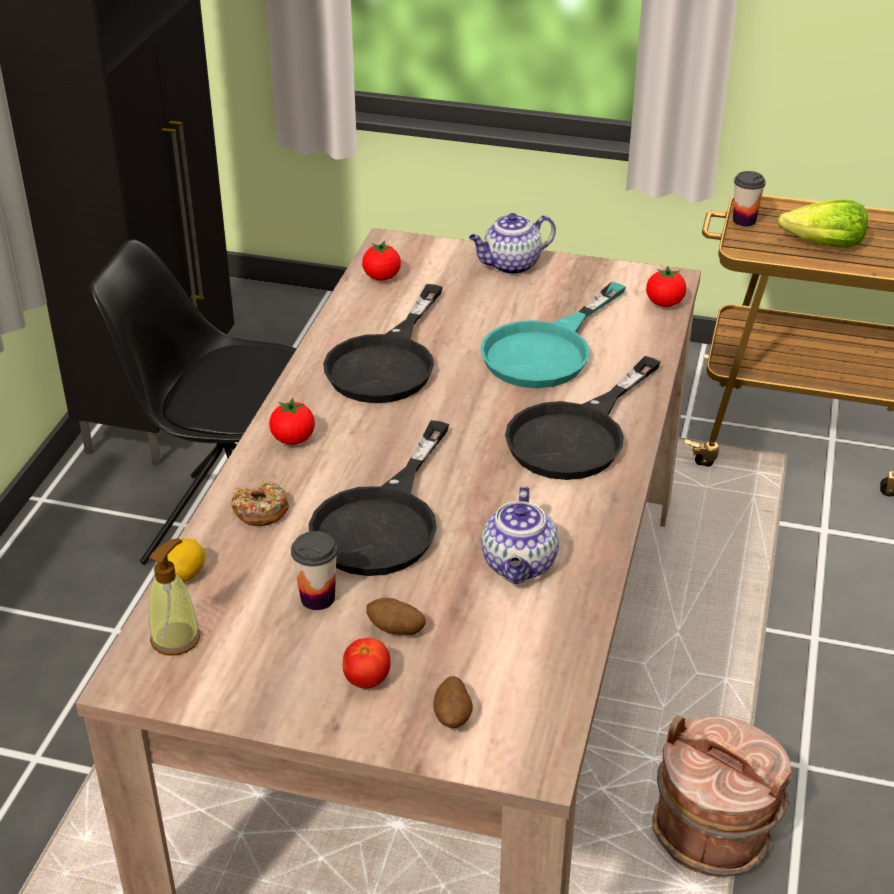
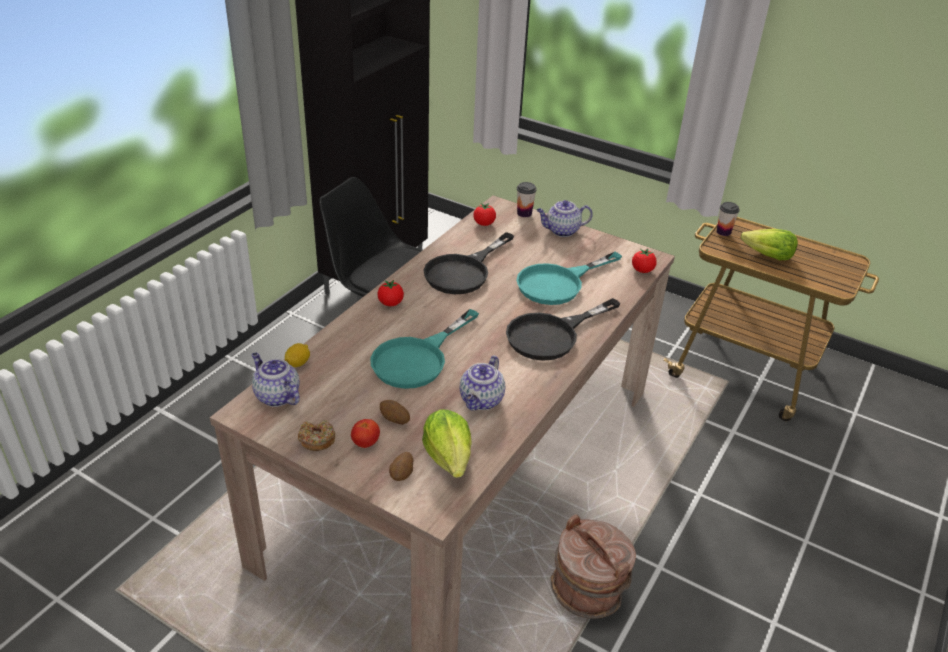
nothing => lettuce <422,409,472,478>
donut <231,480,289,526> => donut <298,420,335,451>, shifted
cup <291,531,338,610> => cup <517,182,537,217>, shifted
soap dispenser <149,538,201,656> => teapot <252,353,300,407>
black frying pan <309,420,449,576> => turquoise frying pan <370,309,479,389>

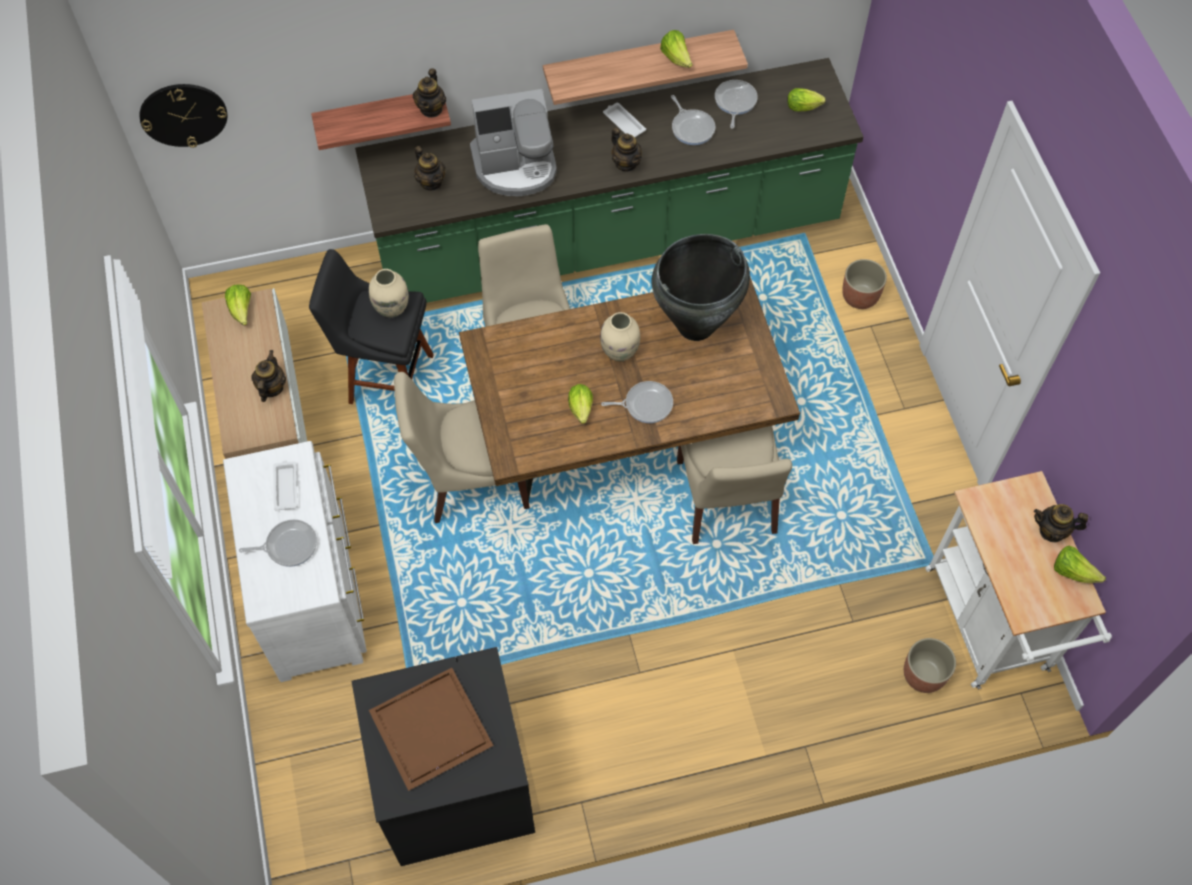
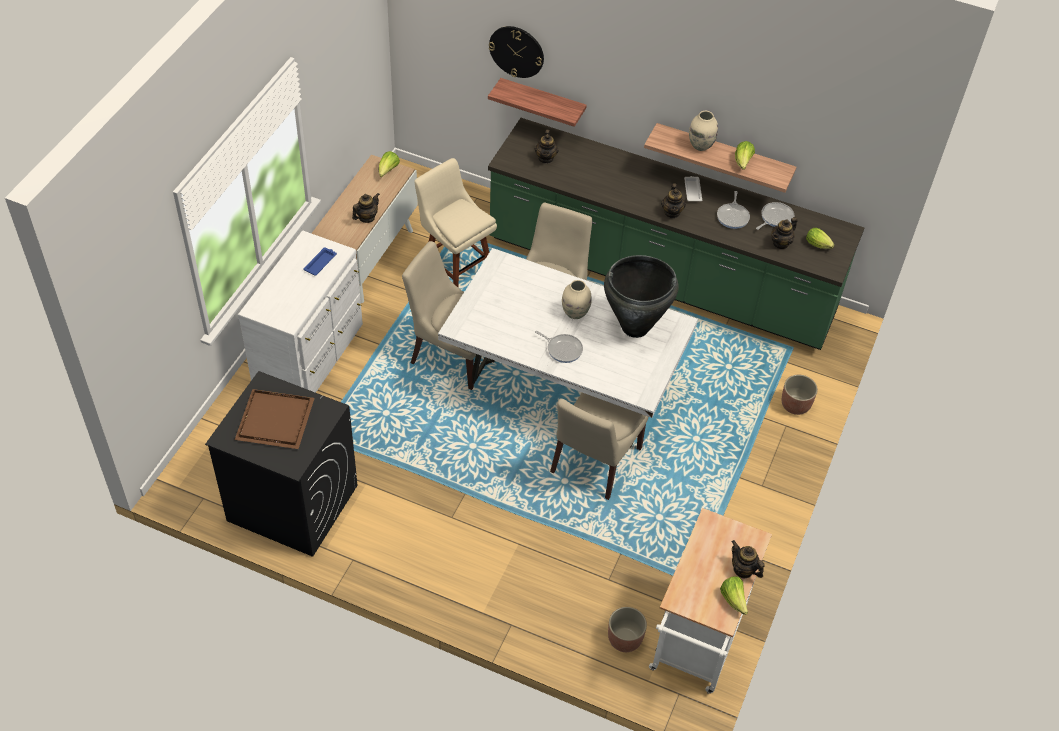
frying pan <239,520,317,567> => nothing
coffee machine <470,89,557,196> => nothing
lettuce <568,384,593,424> => nothing
wall clock <139,84,227,148> => wall clock <489,26,544,78>, shifted
beige vase <369,269,409,318> => beige vase <689,111,718,151>, shifted
teapot <413,68,446,118> => teapot <771,217,797,250>, shifted
white tray <273,461,297,510> => blue tray <303,247,337,276>
black stool <309,249,434,404> => beige stool <414,158,497,287>
brown dining table <459,277,800,507> => white dining table <438,248,698,447>

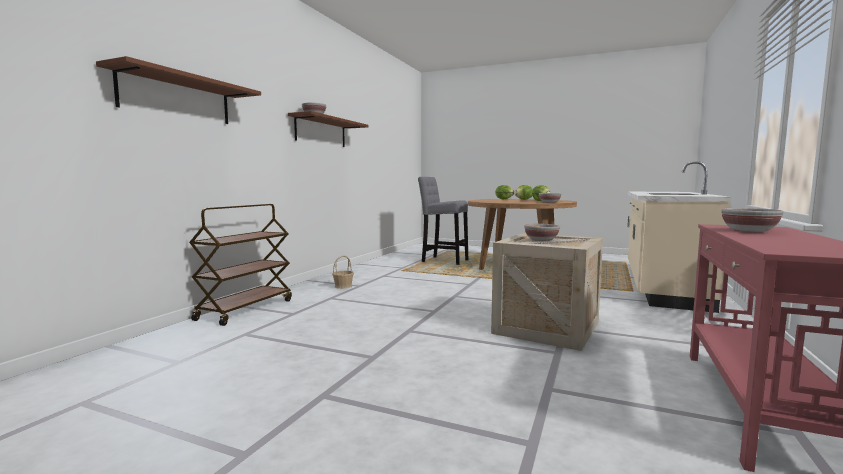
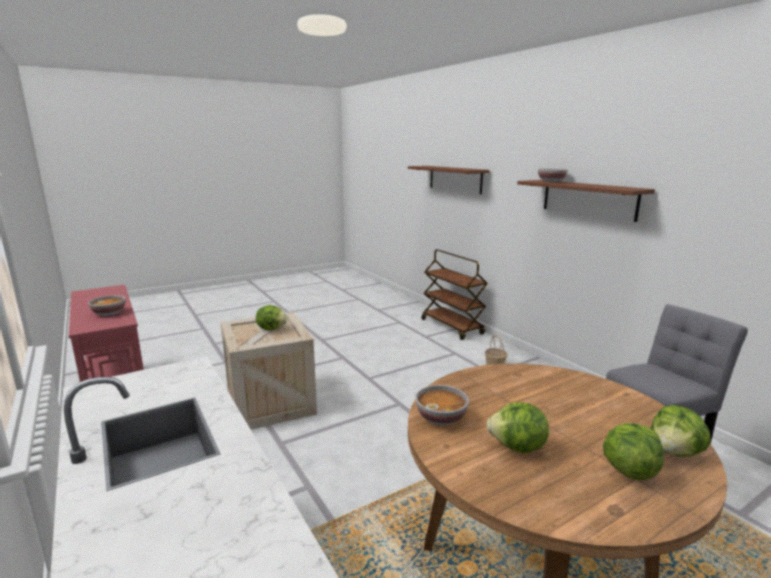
bowl <524,224,560,241> => lettuce <256,305,288,330>

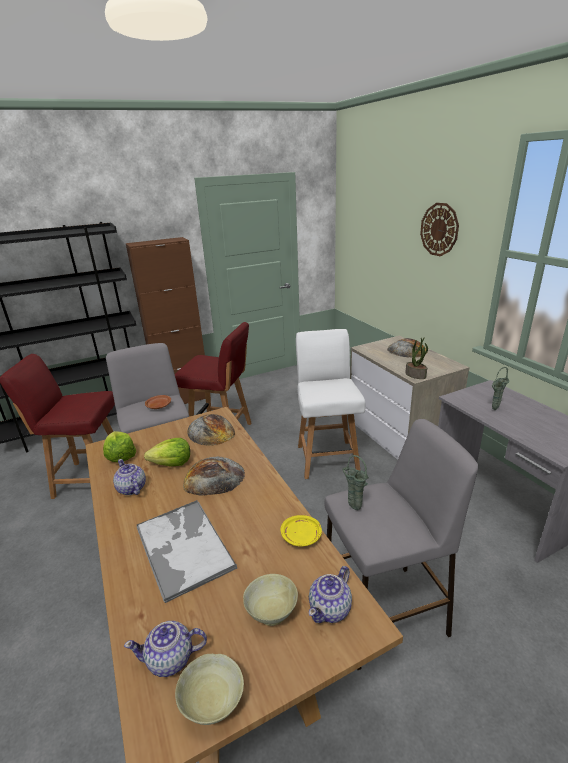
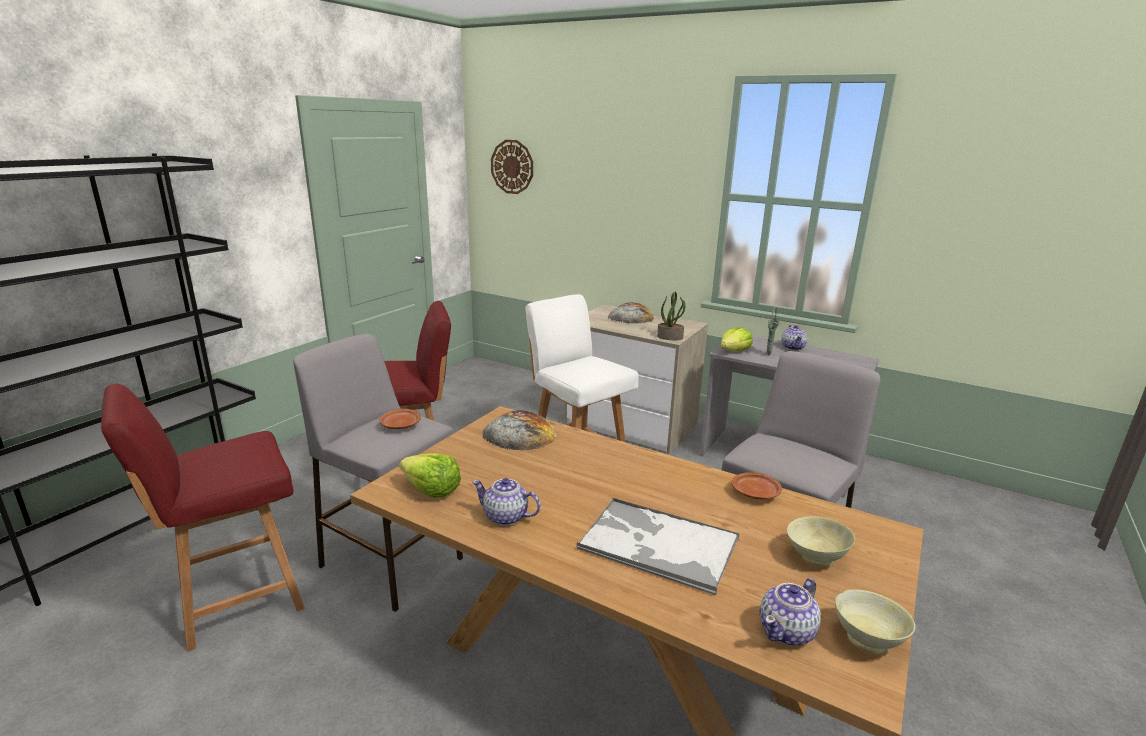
brown cabinet <126,237,206,404> => nothing
bread <183,457,245,496> => nothing
green vase <342,455,369,510> => nothing
lettuce <144,438,190,467> => lettuce <720,327,753,351>, shifted
teapot <309,566,352,623> => teapot <781,325,807,351>, shifted
wall clock <420,203,459,256> => wall clock <491,140,533,194>, shifted
yellow plate <281,515,322,547> => brown plate <732,472,782,499>

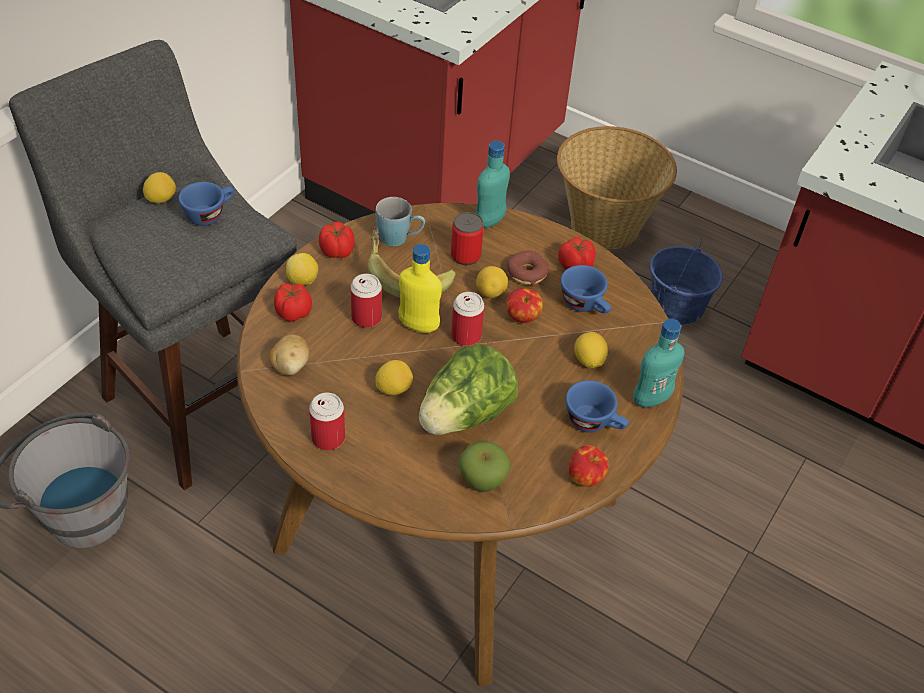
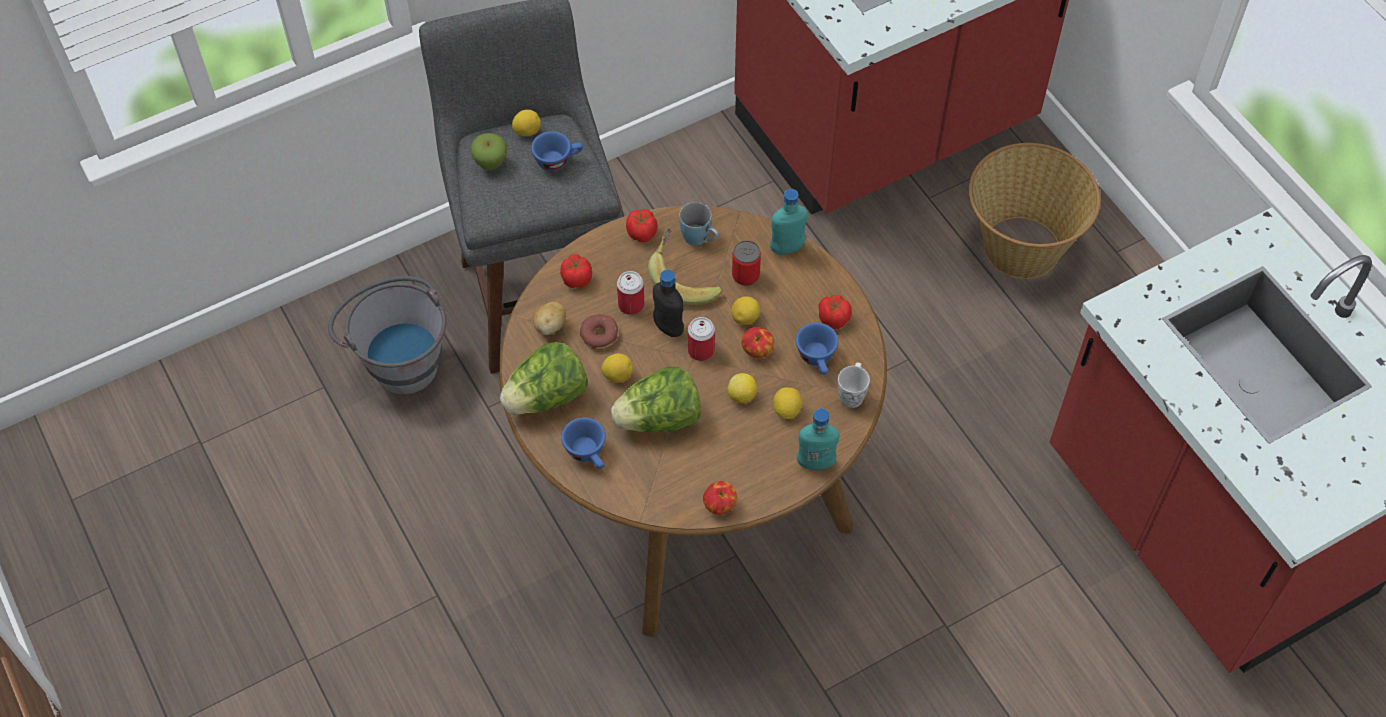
blue bucket <650,238,723,324> => nothing
nothing => white mug <838,362,870,408>
lemon <286,253,318,285> => lemon <727,373,757,404>, shifted
apple <458,441,511,492> => apple <470,133,507,170>, shifted
donut <507,250,549,285> => donut <580,314,618,349>, shifted
blue cup <566,380,629,432> => blue cup <561,417,606,469>, shifted
can <309,393,345,450> => lettuce <500,342,588,415>
yellow bottle <399,244,442,333> => black bottle <653,270,684,337>

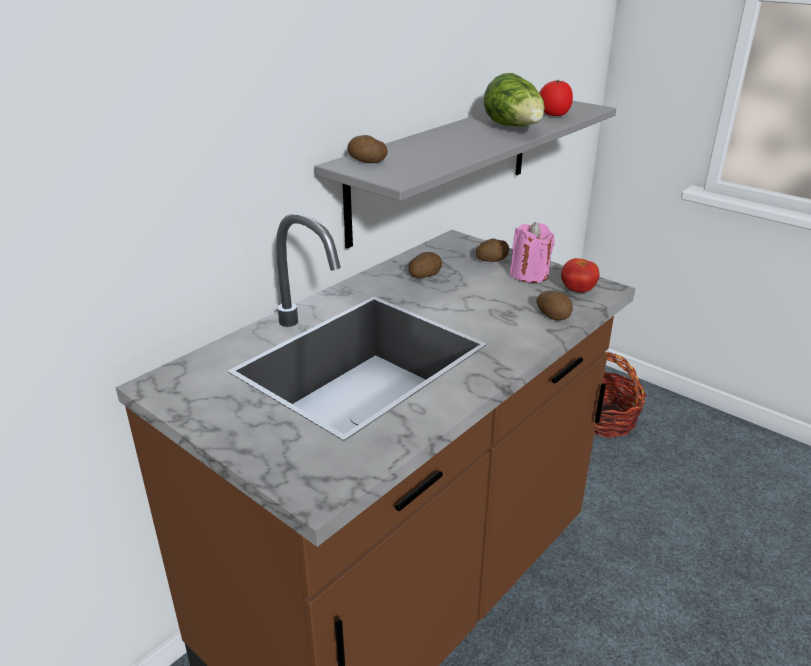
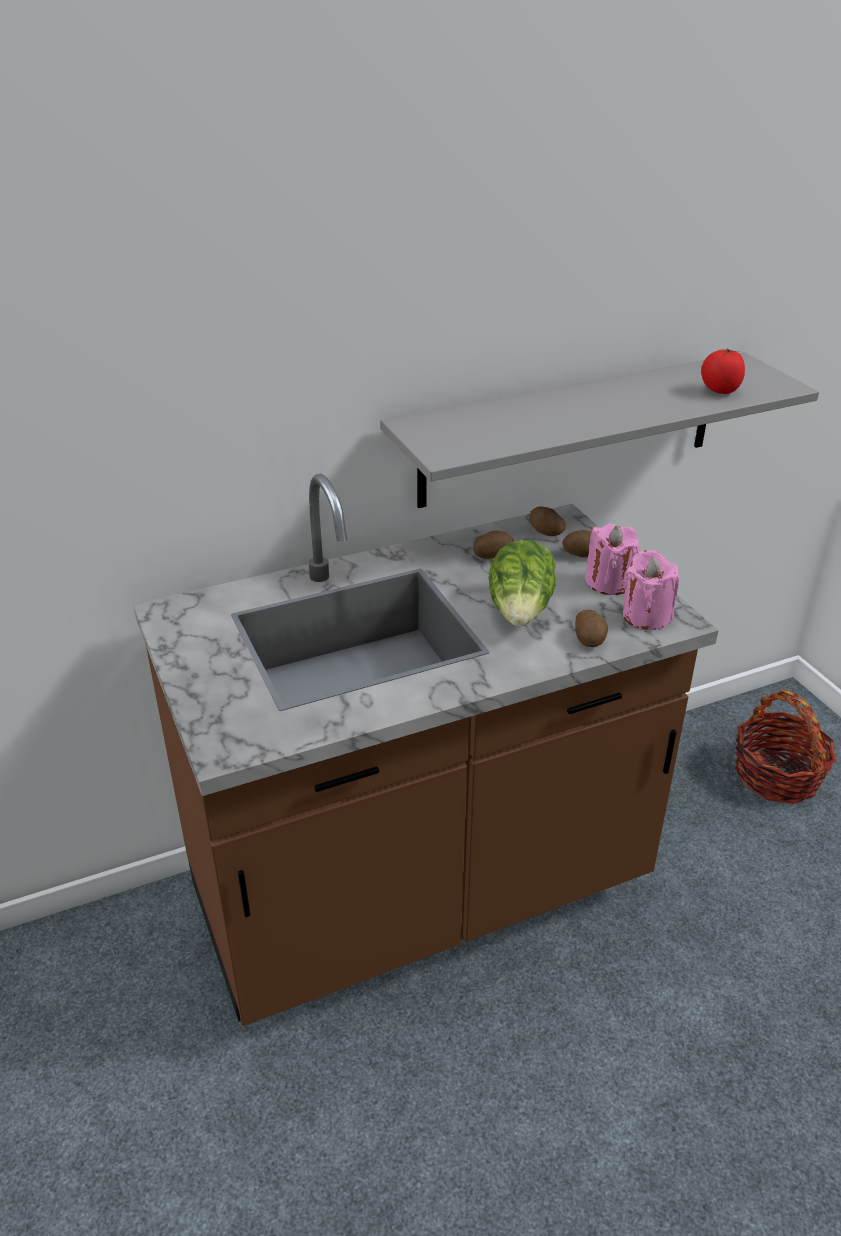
potato <347,135,388,163> => potato <529,506,566,536>, shifted
lettuce <483,73,545,127> => lettuce <489,540,556,627>, shifted
tomato <561,258,599,293> => pink candle <623,550,679,630>

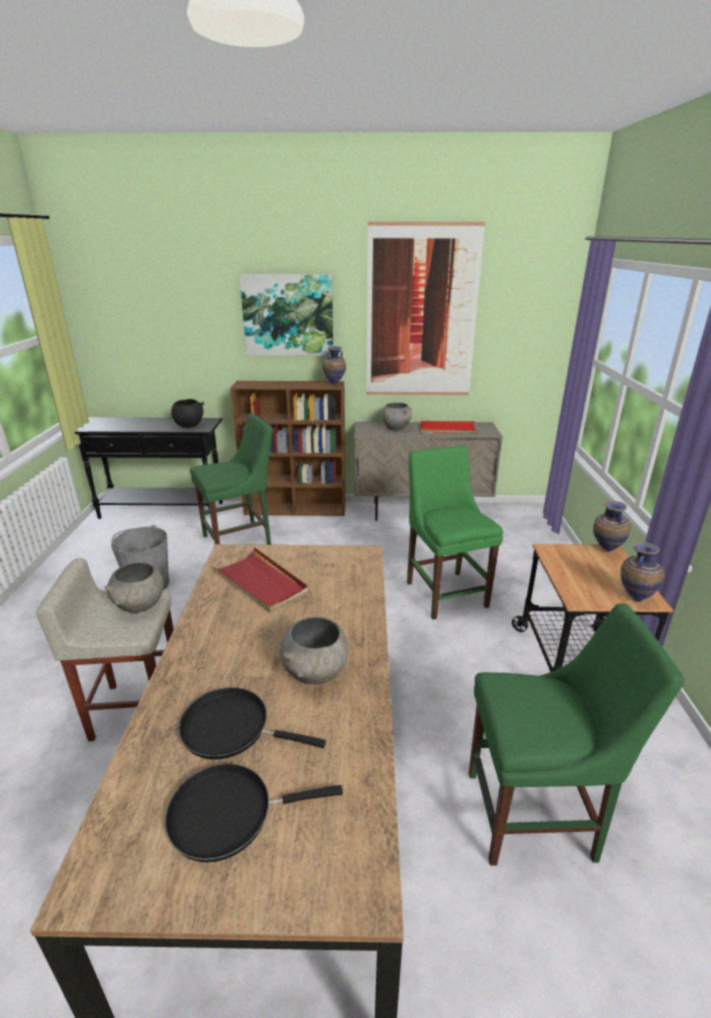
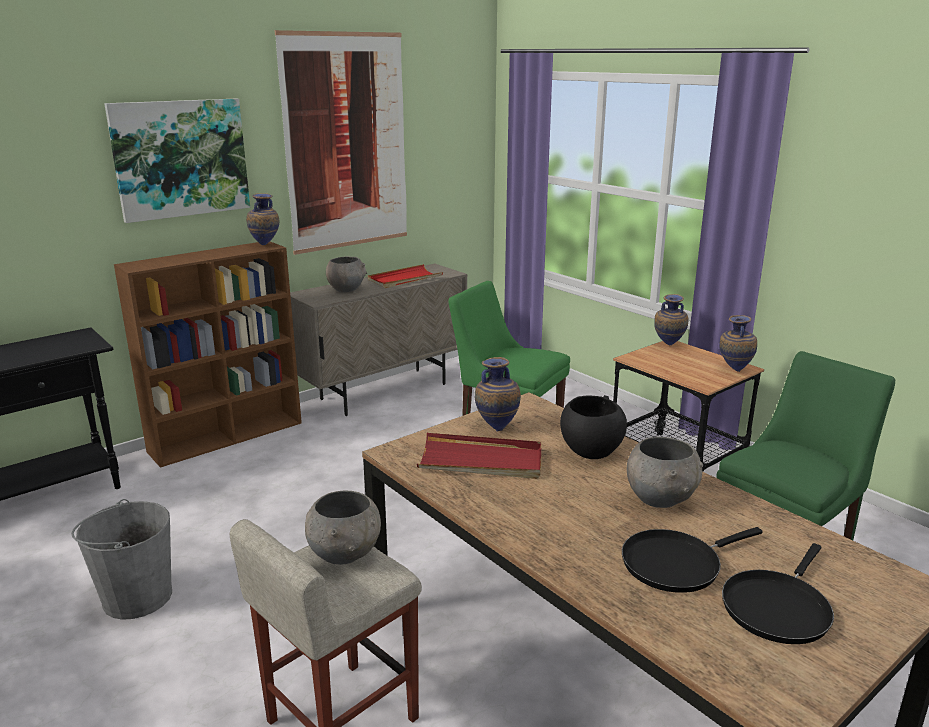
green chair <190,414,273,545> => nothing
nothing => vase <475,357,521,432>
black bowl <171,399,204,428> => black bowl <560,395,627,459>, shifted

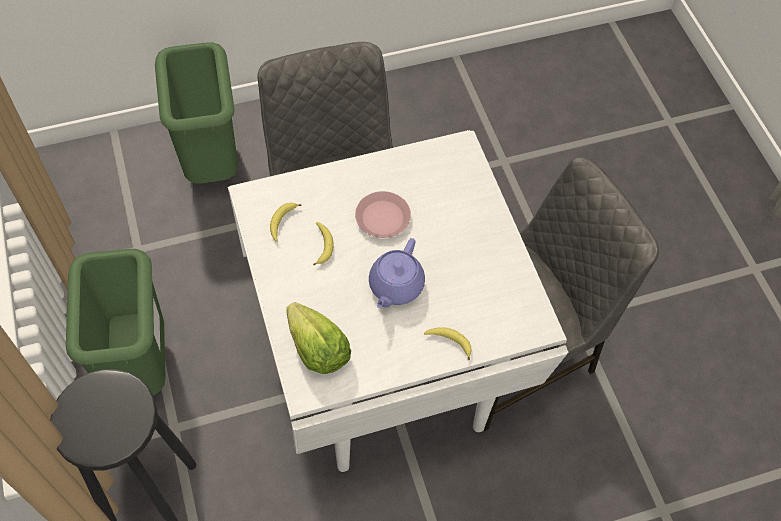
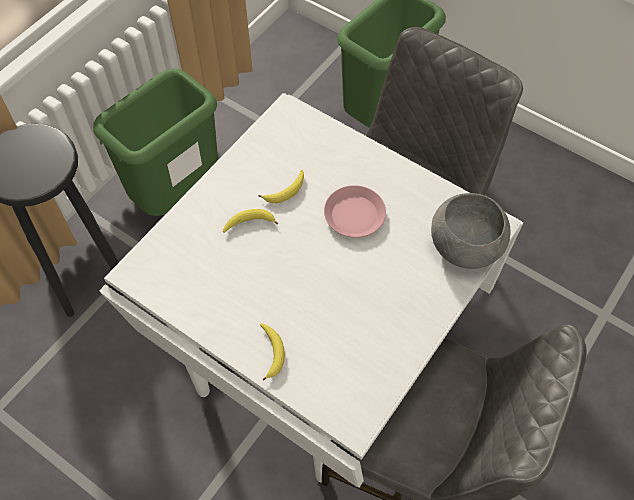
lettuce <286,303,351,374> => nothing
purple teapot <369,238,425,308> => nothing
nothing => grey bowl <431,193,510,269>
banana <270,203,301,242> => banana <223,209,278,233>, shifted

